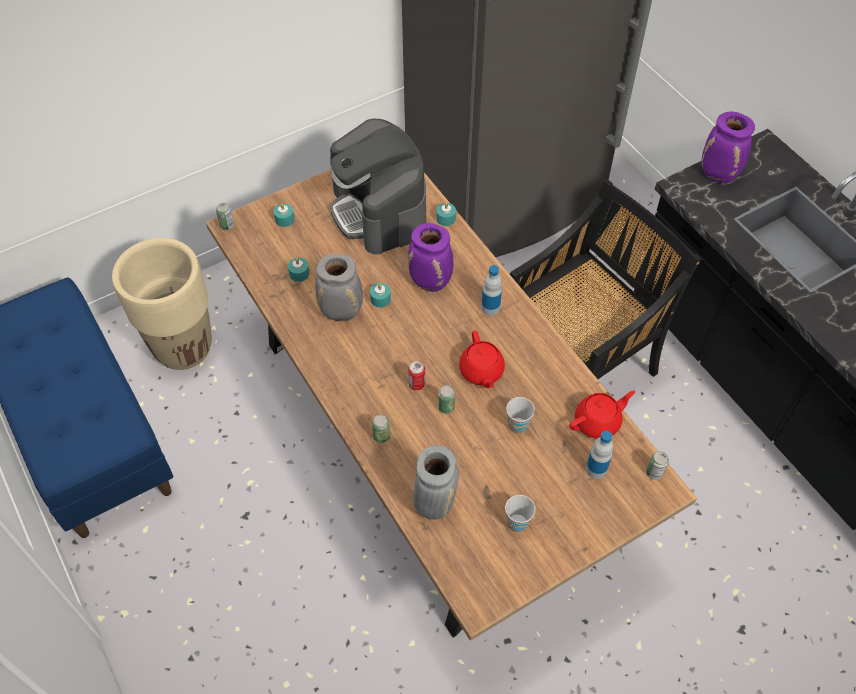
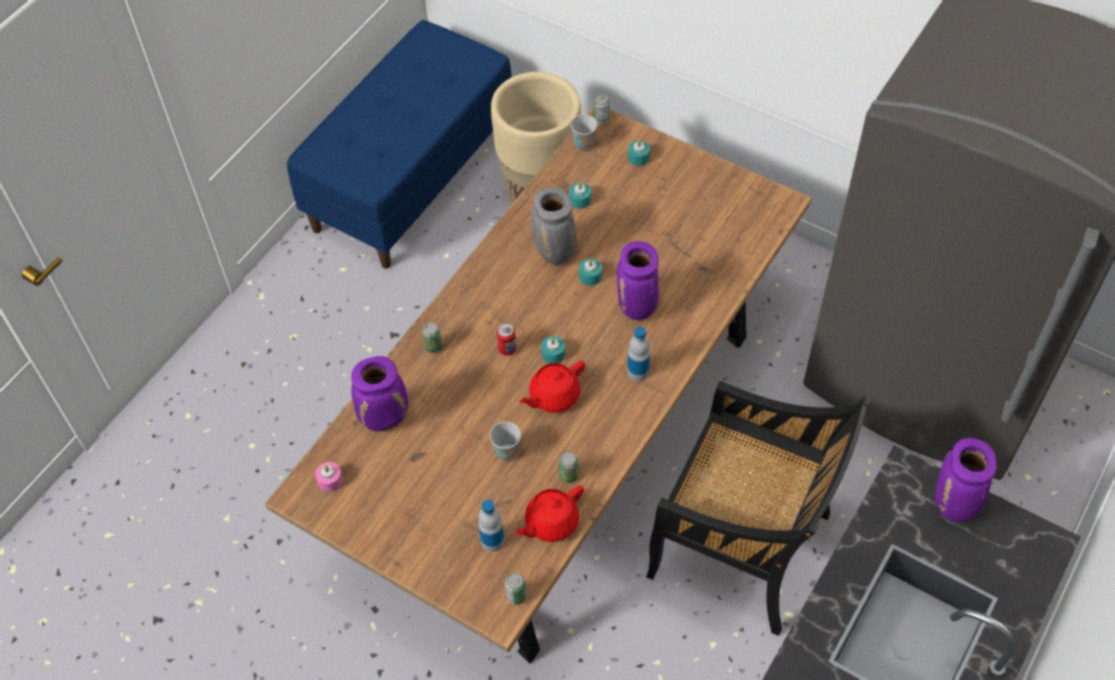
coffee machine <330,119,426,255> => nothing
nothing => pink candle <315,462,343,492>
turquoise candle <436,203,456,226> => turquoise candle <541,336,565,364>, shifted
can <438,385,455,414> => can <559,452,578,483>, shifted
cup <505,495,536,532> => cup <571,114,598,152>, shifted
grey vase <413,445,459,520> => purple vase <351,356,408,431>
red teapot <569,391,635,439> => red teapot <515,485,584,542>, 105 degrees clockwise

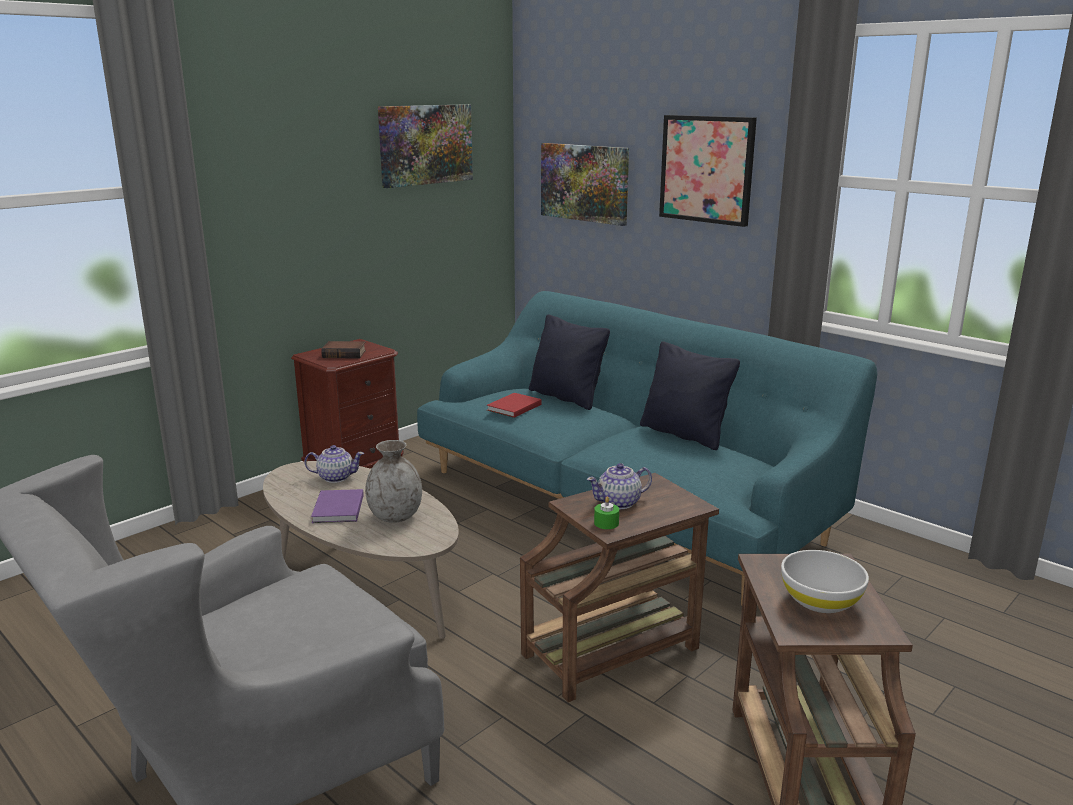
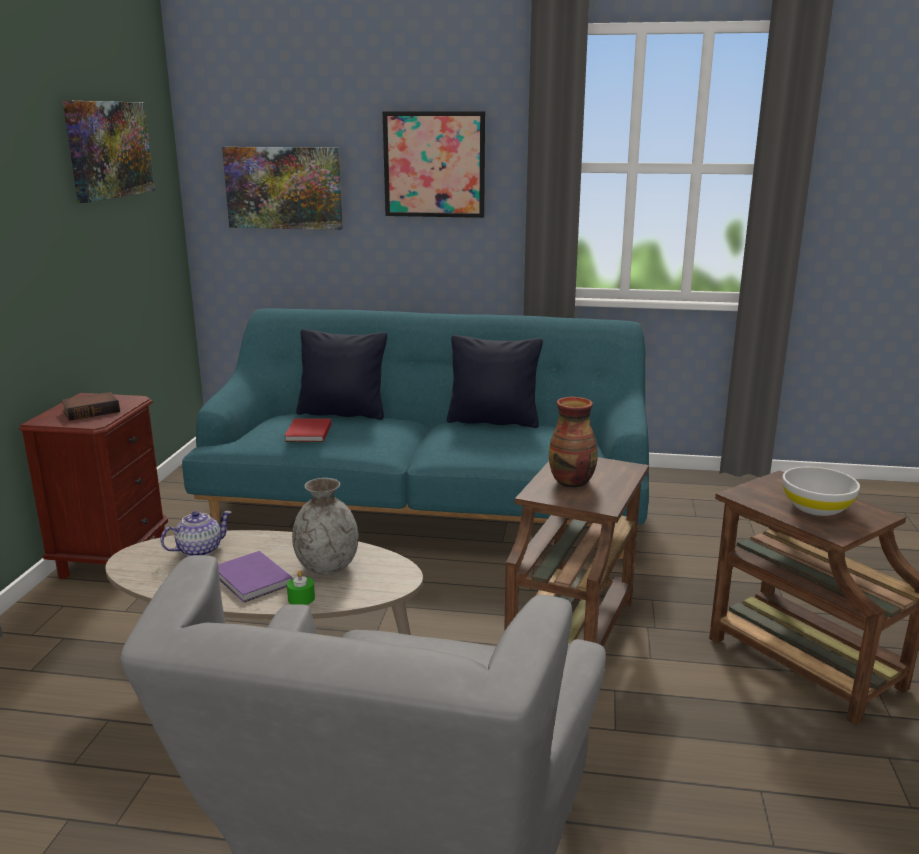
green candle <594,496,619,529> => green candle <287,570,315,605>, shifted
teapot <587,463,652,509> => vase <549,397,598,487>

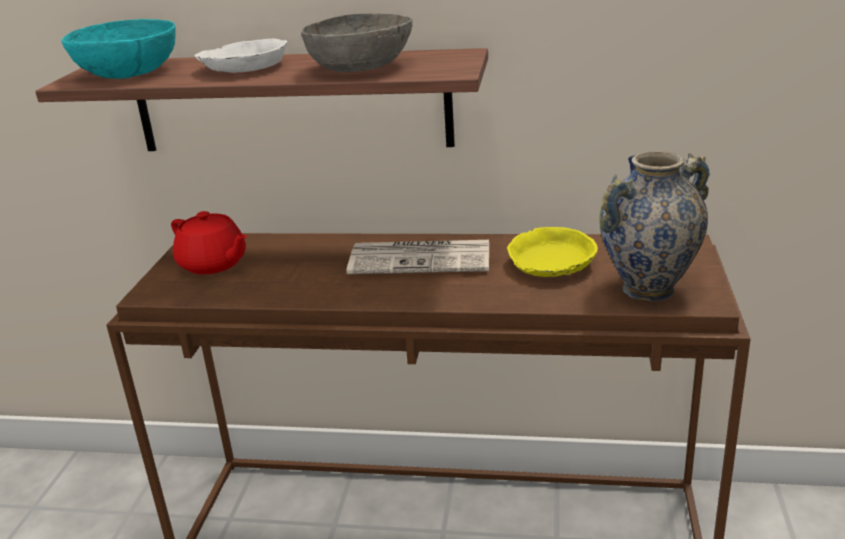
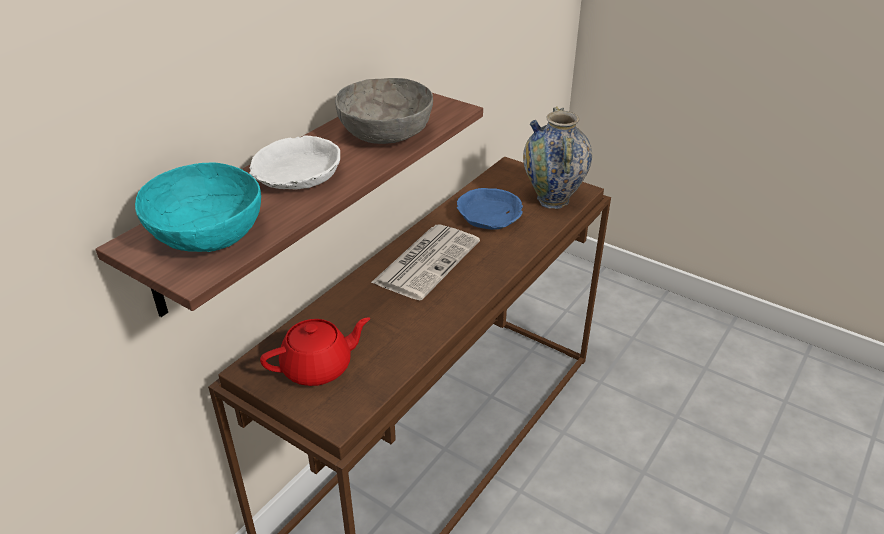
yellow bowl <507,227,598,277> => blue bowl <457,188,523,230>

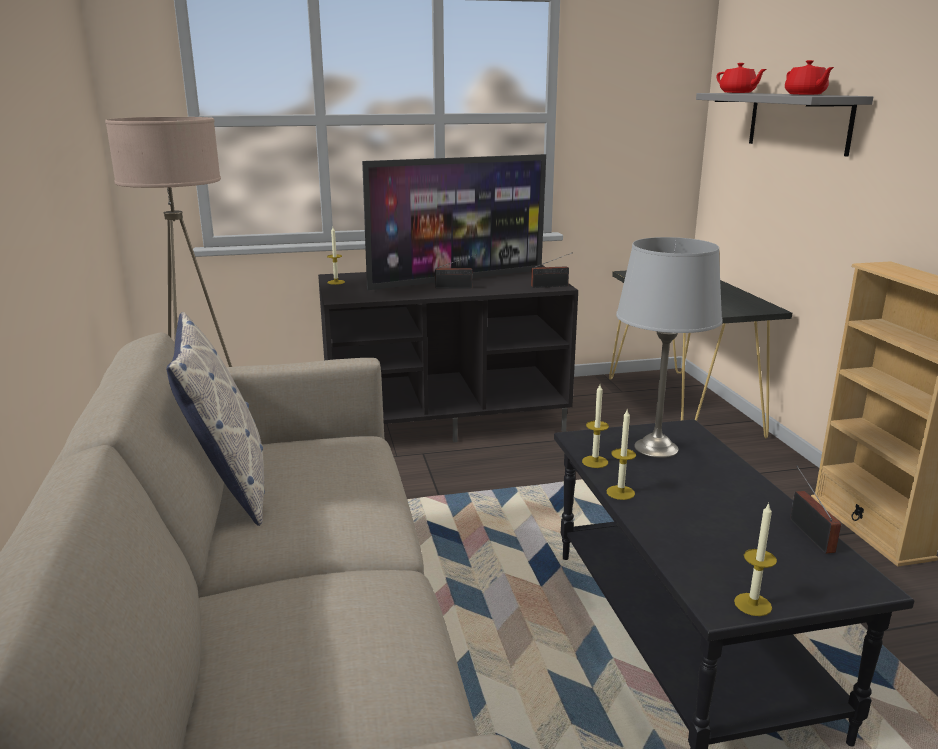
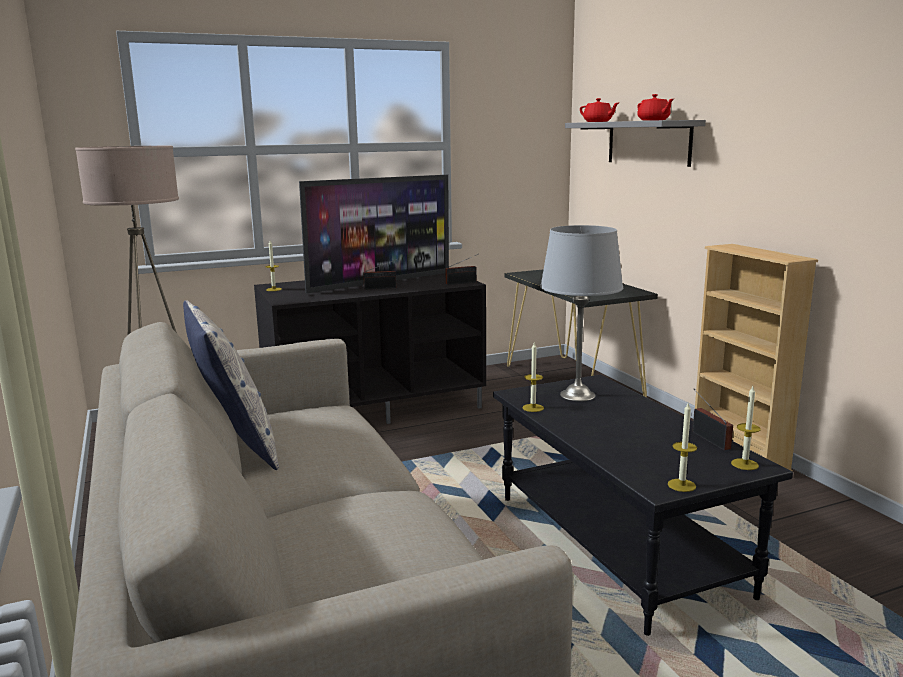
candle <607,410,636,500> => candle <731,386,761,470>, shifted

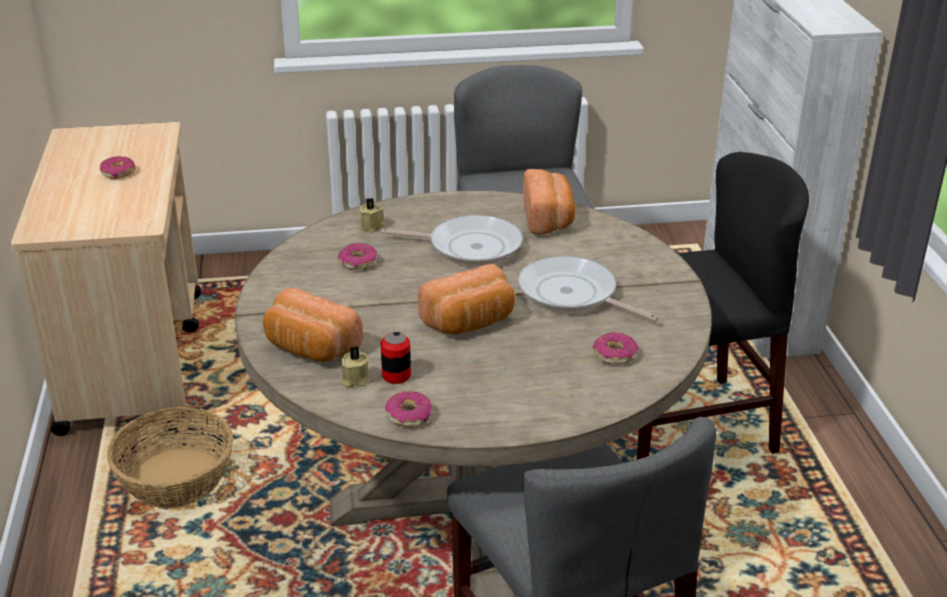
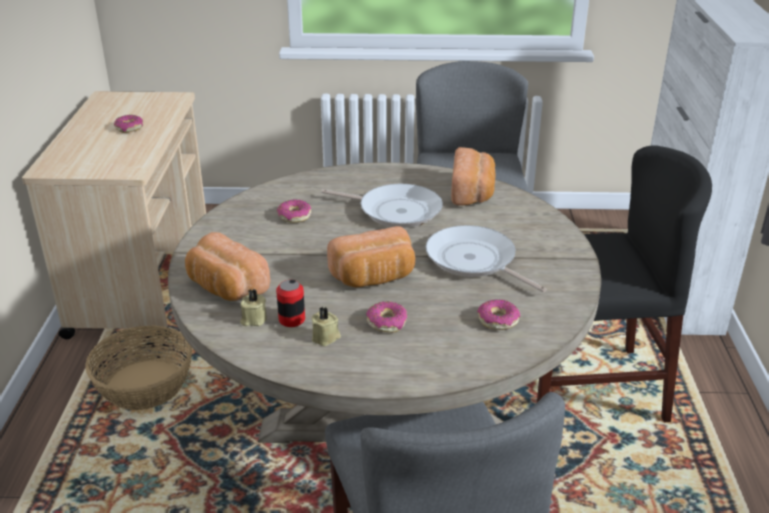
beige candle <360,198,385,233> => beige candle <312,307,341,346>, shifted
donut <385,391,432,427> => donut <366,301,407,333>, shifted

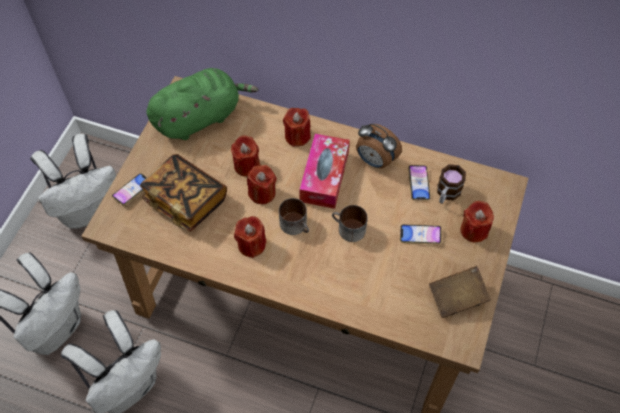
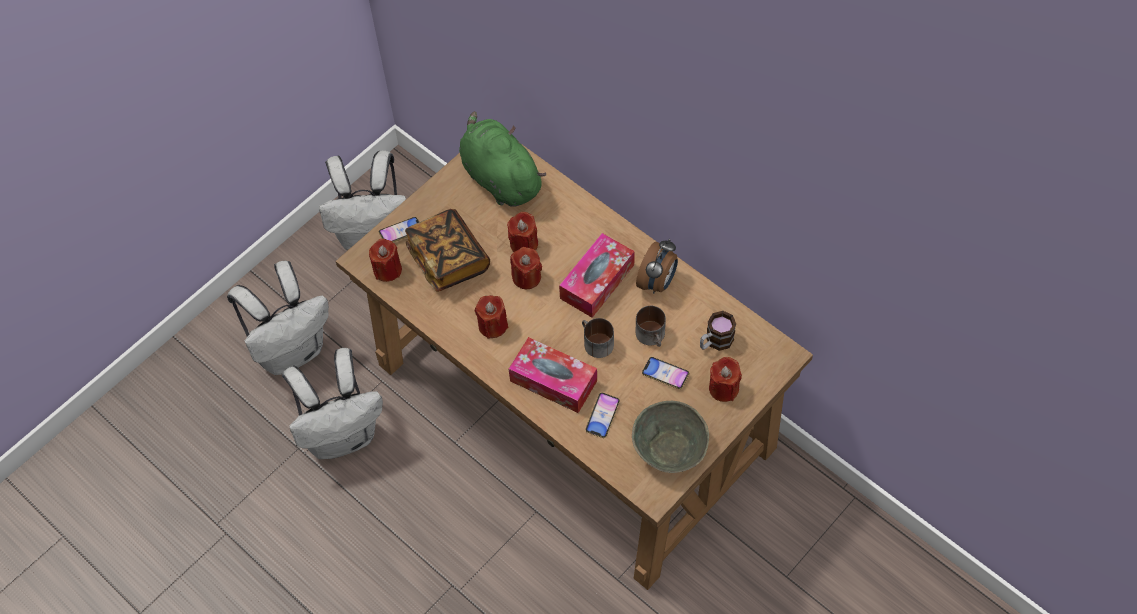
nothing => tissue box <509,337,597,413>
mug <279,198,309,235> => mug <636,306,666,347>, shifted
red candle <283,108,311,147> => red candle <369,239,402,282>, shifted
phone <408,165,431,201> => phone <585,393,620,438>, shifted
brown book <429,266,491,318> => grey bowl <632,401,709,473>
green plush toy <146,68,259,140> => green plush toy <459,111,546,207>, 120 degrees counterclockwise
alarm clock <356,124,402,168> => alarm clock <636,239,678,293>, 120 degrees counterclockwise

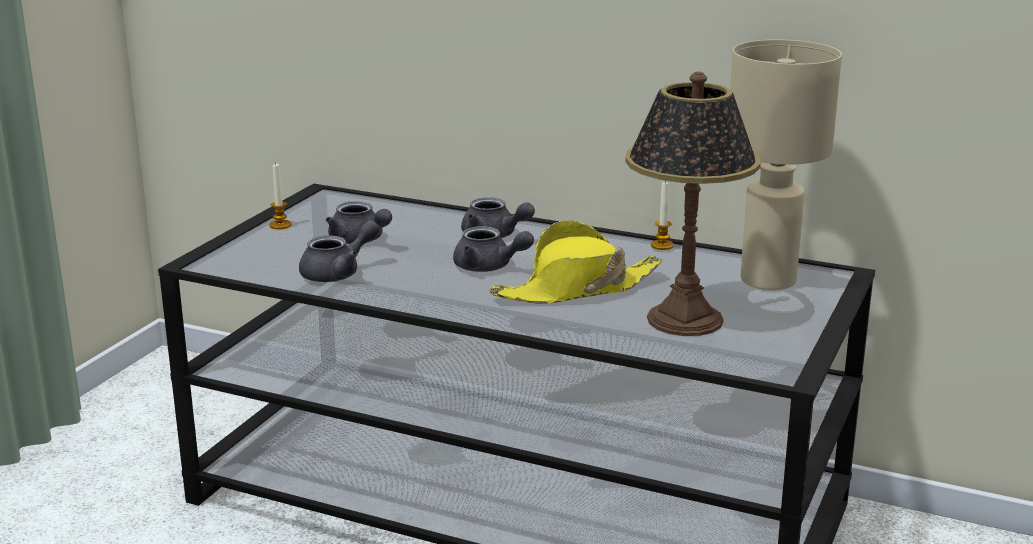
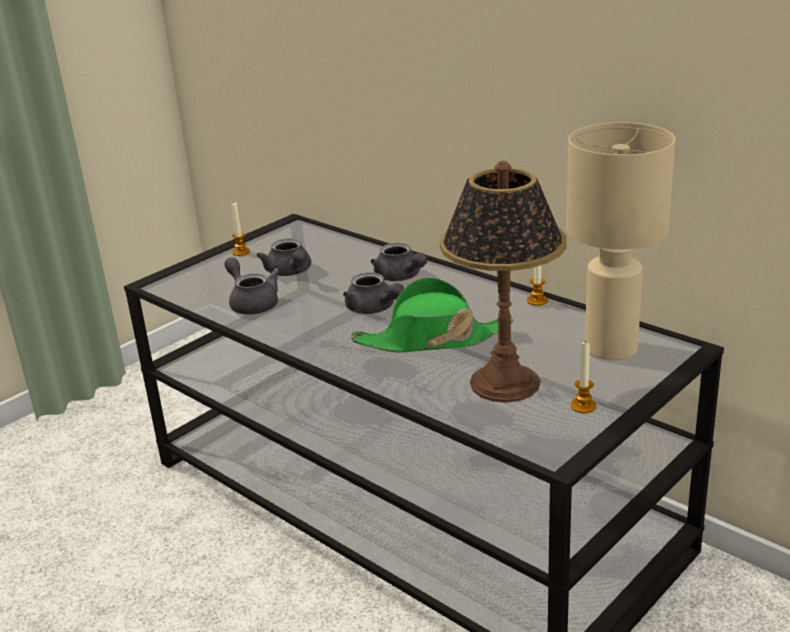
nothing => candle <571,341,596,413>
yellow hat <490,220,663,304> => green hat <351,277,514,353>
grey teapot <299,220,380,282> => grey teapot <224,257,280,315>, 105 degrees counterclockwise

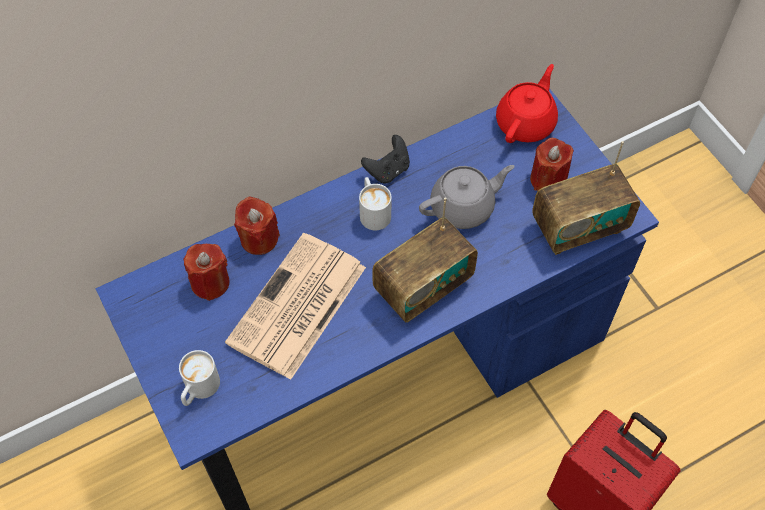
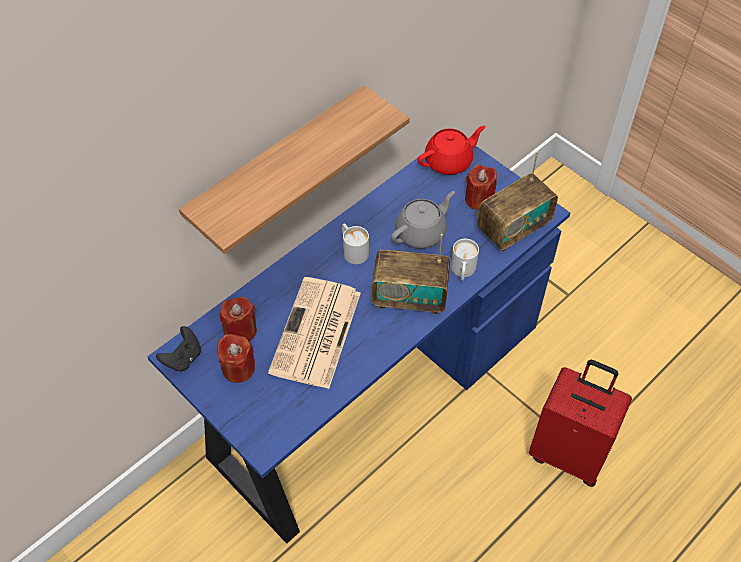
nothing => shelf <179,85,410,254>
white mug <179,350,220,406> => white mug <451,239,479,281>, shifted
red candle <234,196,280,255> => red candle <217,334,255,383>, shifted
black game controller <361,135,410,183> => black game controller <156,326,201,372>, shifted
radio <372,197,478,323> => radio <372,234,450,314>, 60 degrees clockwise
red teapot <496,64,558,143> => red teapot <418,126,485,175>, 45 degrees clockwise

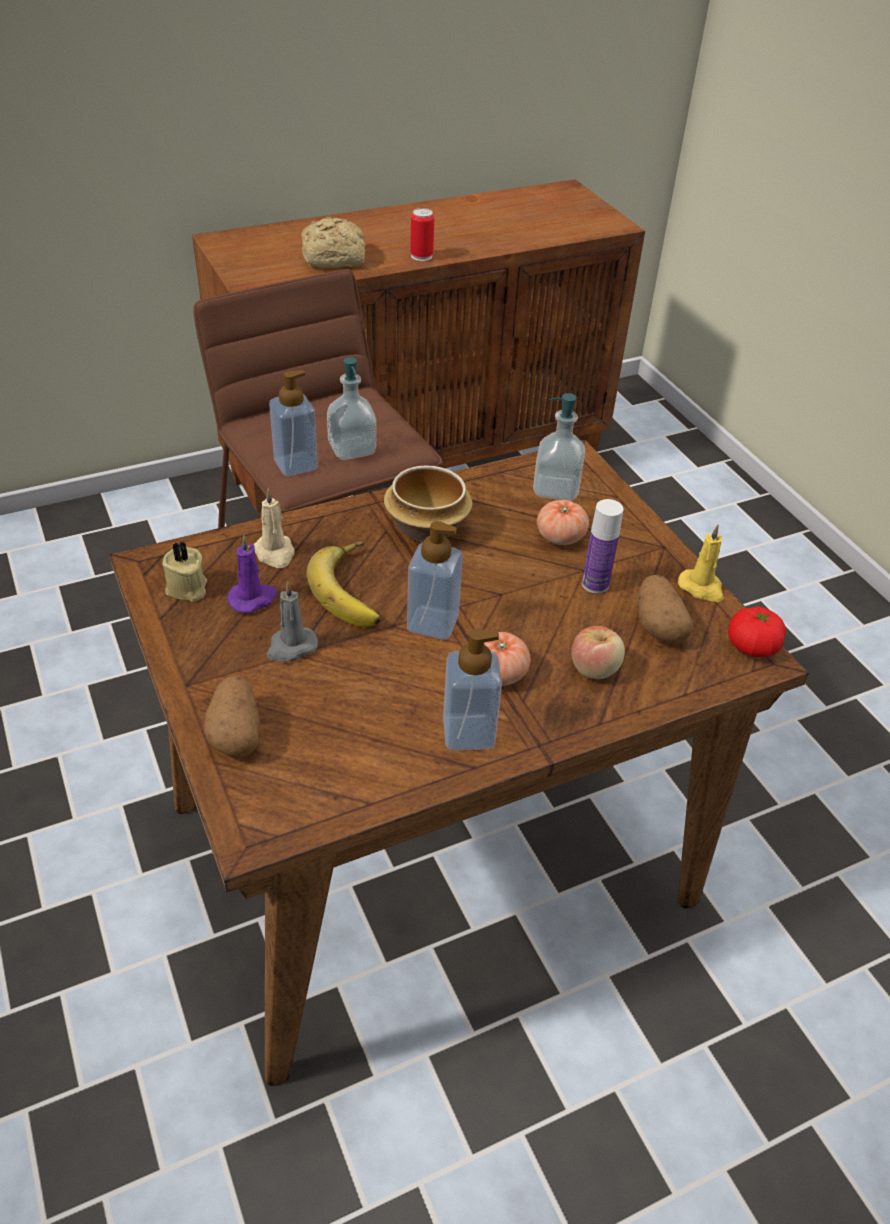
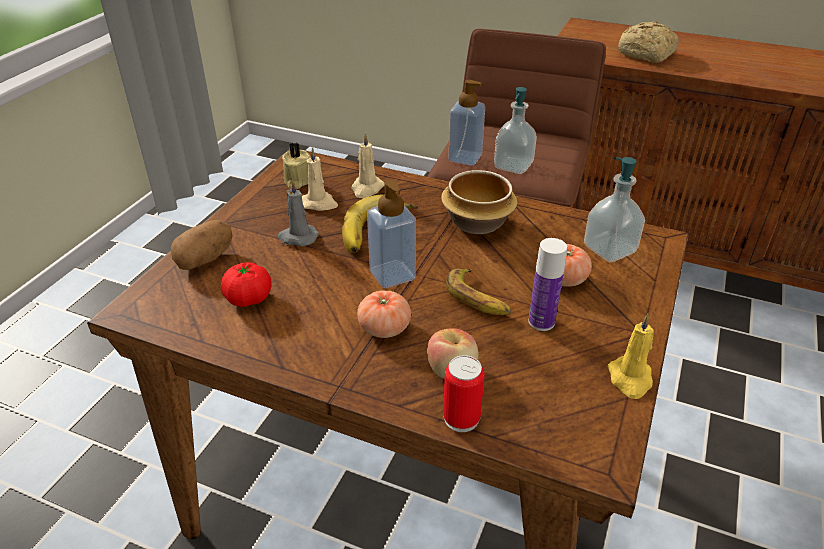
soap dispenser <443,629,502,750> => nothing
potato <638,575,693,643> => nothing
nothing => banana <446,269,512,315>
can <410,208,434,261> => can <443,355,485,432>, shifted
tomato <728,606,786,658> => tomato <221,262,272,307>, shifted
purple candle <227,535,278,613> => beige candle <302,147,338,211>

